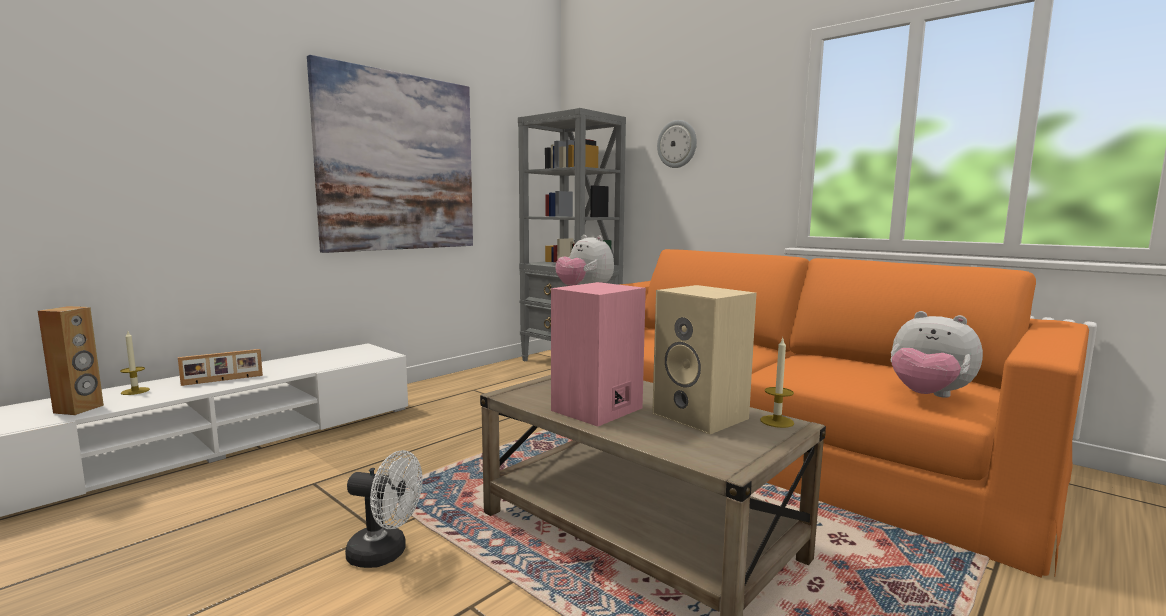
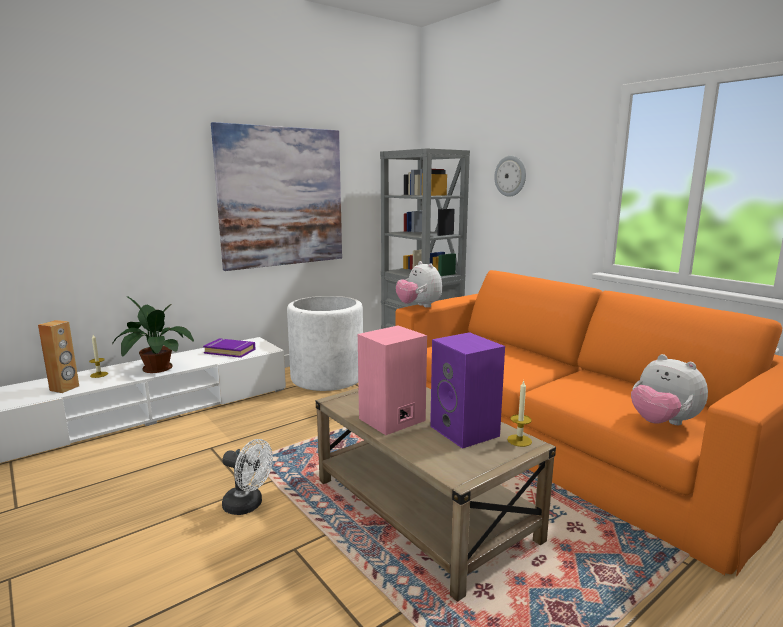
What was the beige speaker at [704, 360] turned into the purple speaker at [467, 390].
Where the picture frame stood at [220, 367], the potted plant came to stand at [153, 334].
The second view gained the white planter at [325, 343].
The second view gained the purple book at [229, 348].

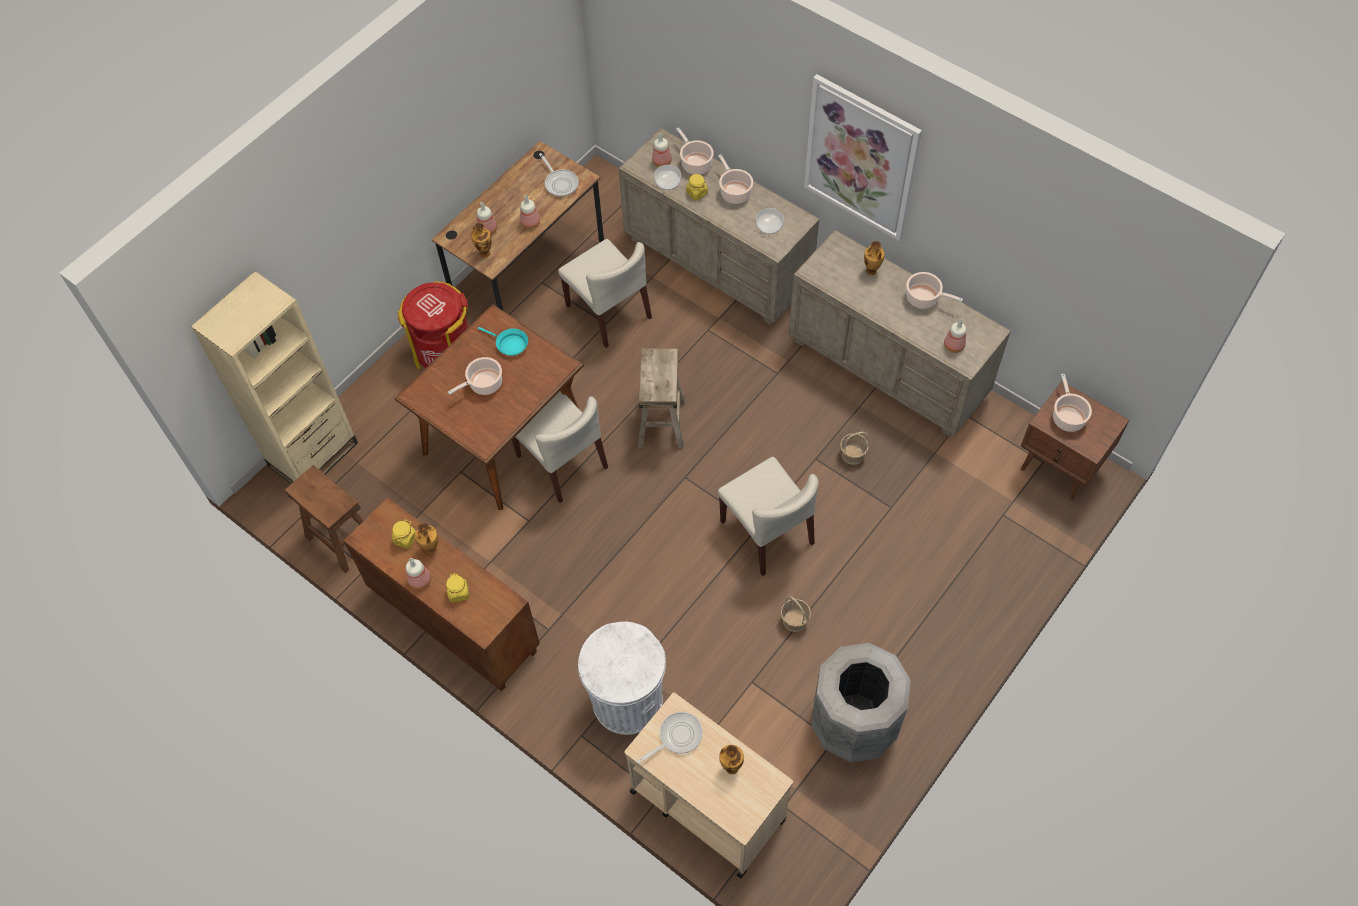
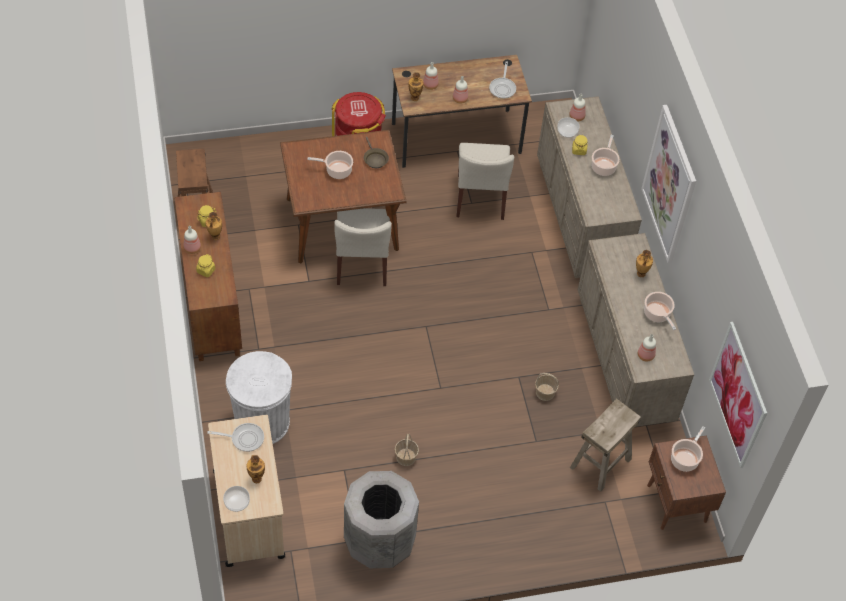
The second view lost the cooking pot at [695, 150].
The bowl ended up elsewhere, having gone from [770, 221] to [236, 499].
The second view lost the beige bookcase at [274, 377].
What was the turquoise frying pan at [503, 341] turned into the brown frying pan at [376, 152].
The beige stool ended up elsewhere, having gone from [661, 398] to [605, 445].
The second view lost the beige chair at [768, 516].
The second view gained the picture at [738, 395].

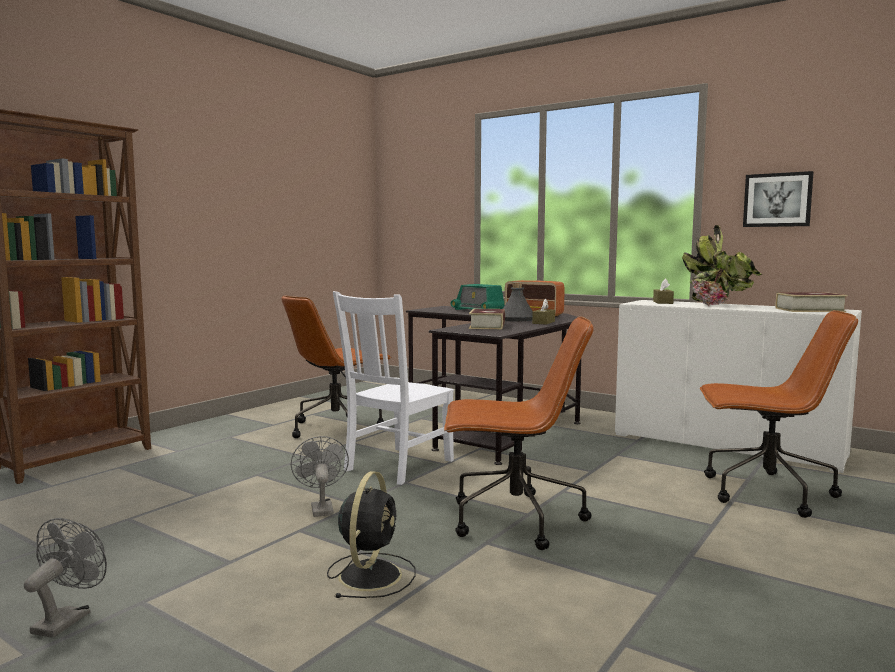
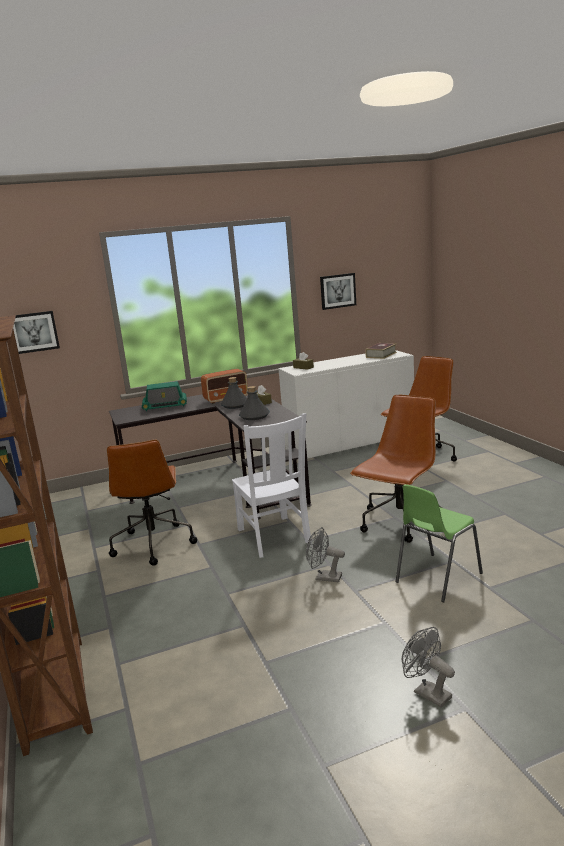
The second view lost the potted plant at [722, 265].
Where the book stood at [487, 319], the grey bottle came to stand at [254, 403].
Where the black fan stood at [371, 534], the green chair came to stand at [439, 543].
The second view gained the picture at [36, 332].

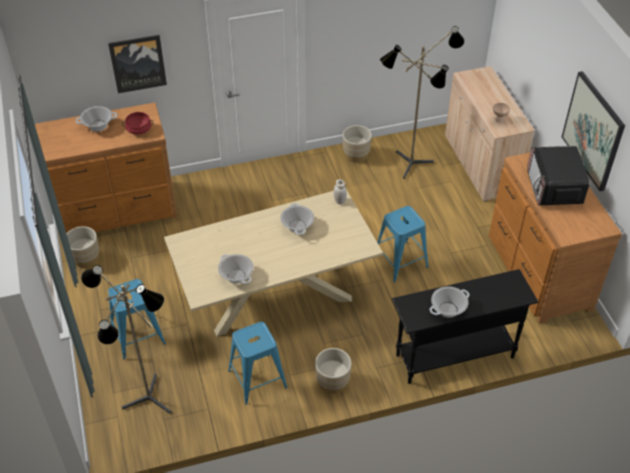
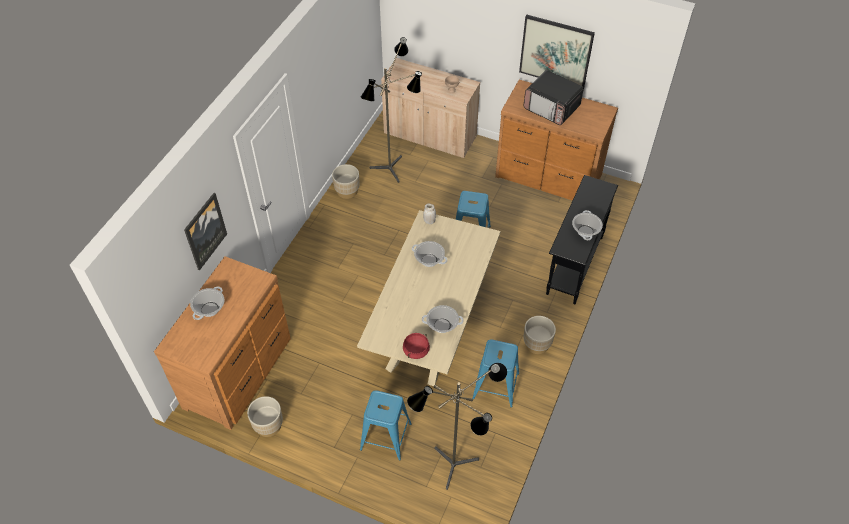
The red cooking pot ended up elsewhere, having gone from [137, 123] to [416, 346].

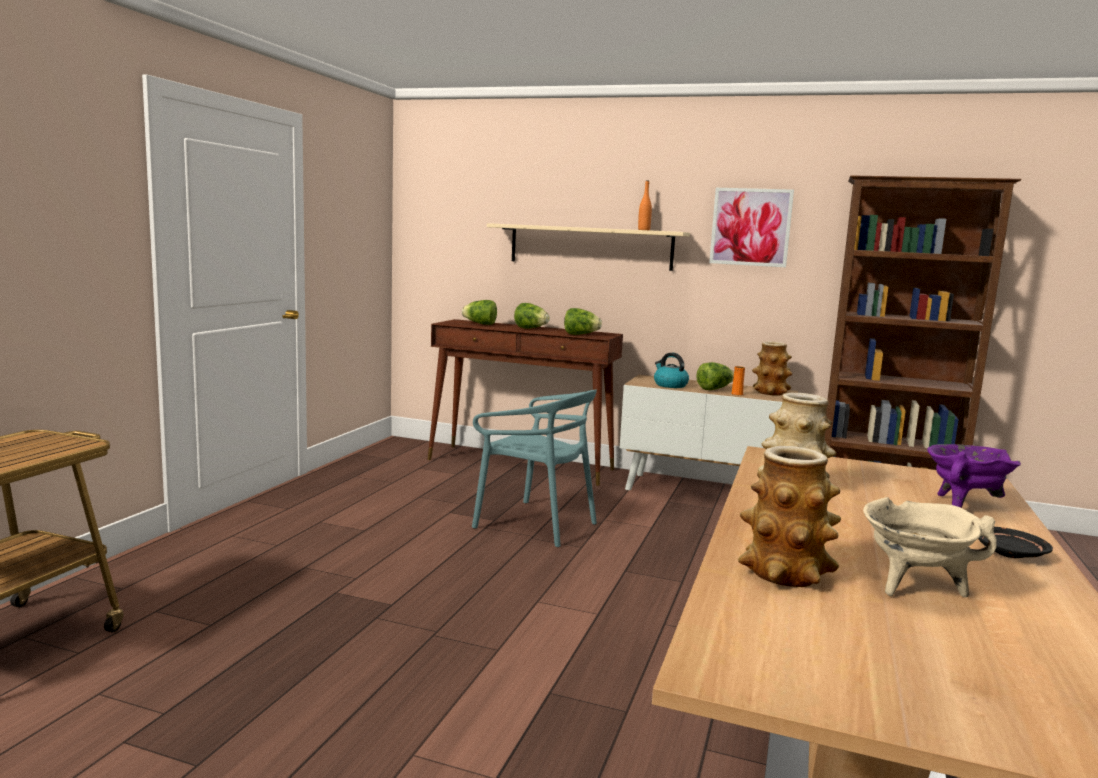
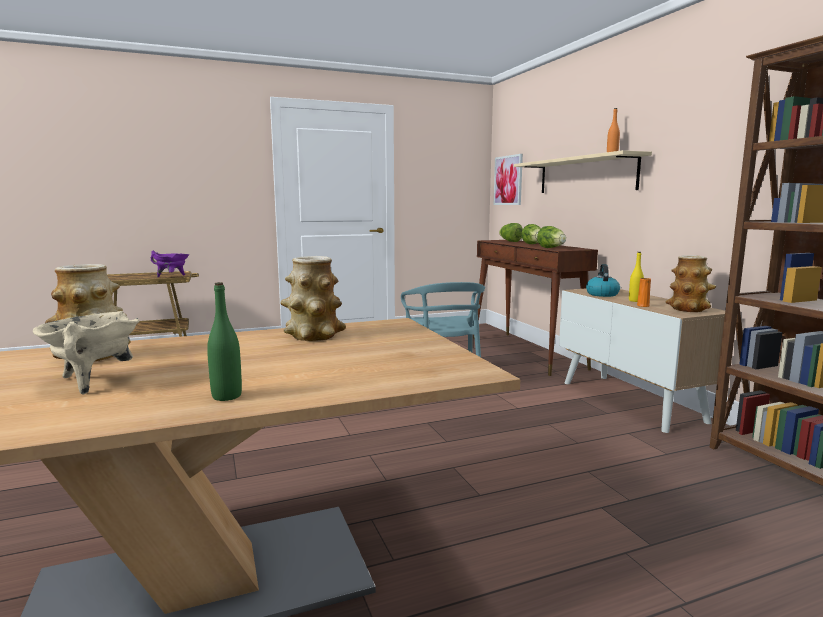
The picture ended up elsewhere, having gone from [751, 227] to [508, 179].
Where the lettuce stood at [715, 376], the yellow bottle came to stand at [636, 277].
The purple cooking pot ended up elsewhere, having gone from [974, 476] to [170, 264].
Where the black plate stood at [1015, 542], the green bottle came to stand at [224, 341].

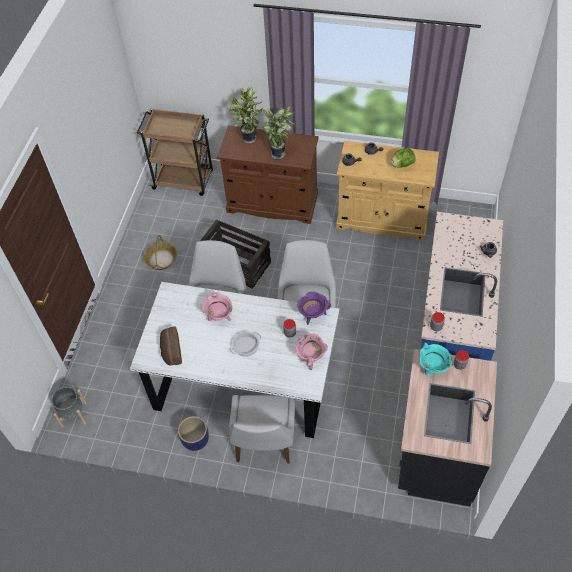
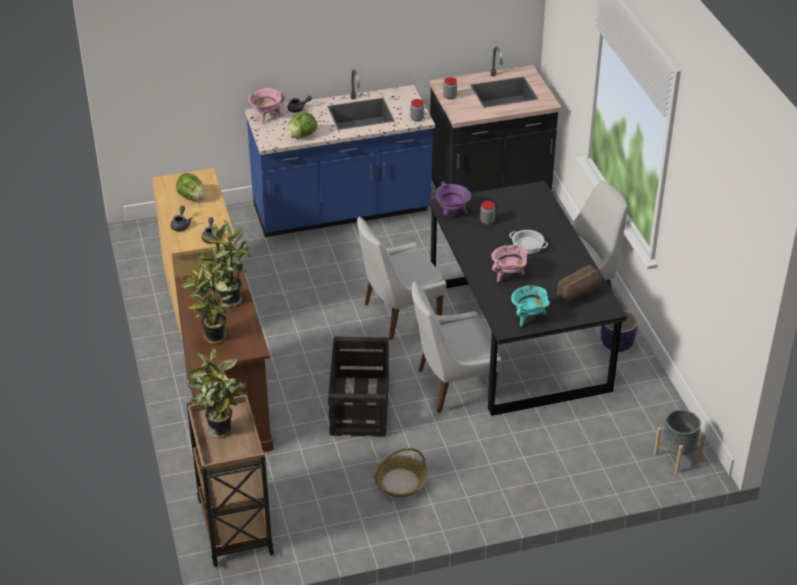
What was the white dining table at [234, 360] turned into the black dining table at [528, 298].
The pink cooking pot ended up elsewhere, having gone from [312, 351] to [266, 106].
The turquoise cooking pot ended up elsewhere, having gone from [435, 359] to [530, 306].
The second view gained the lettuce at [302, 125].
The second view gained the potted plant at [216, 393].

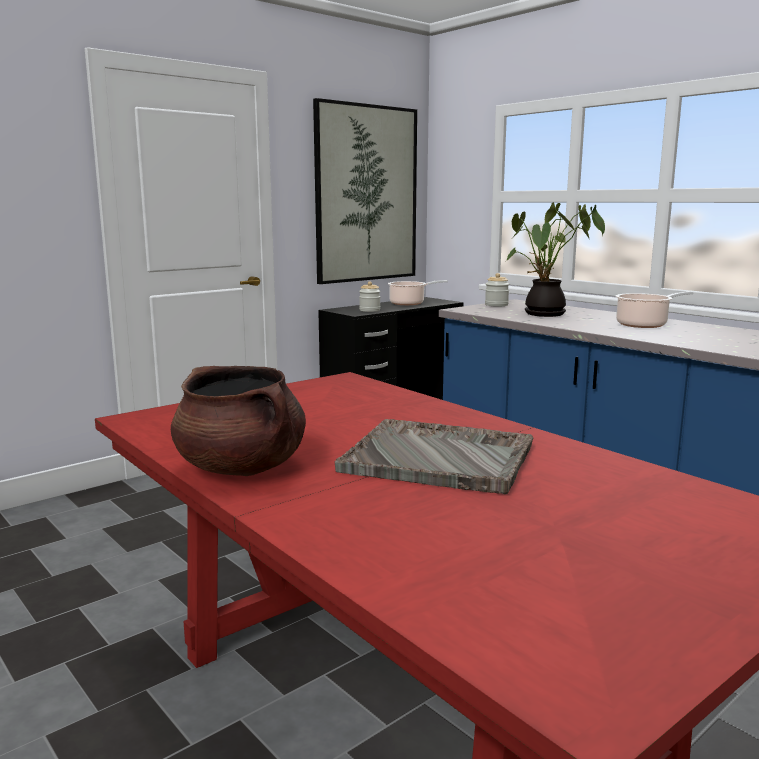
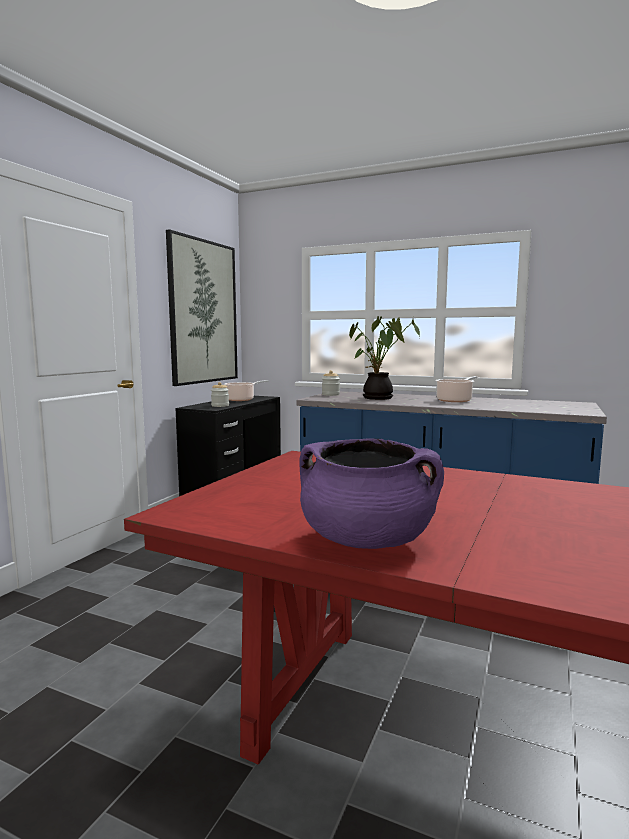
What was the brown cooking pot at [238, 421] turned into the purple cooking pot at [371, 493].
The second view lost the grey tray at [434, 456].

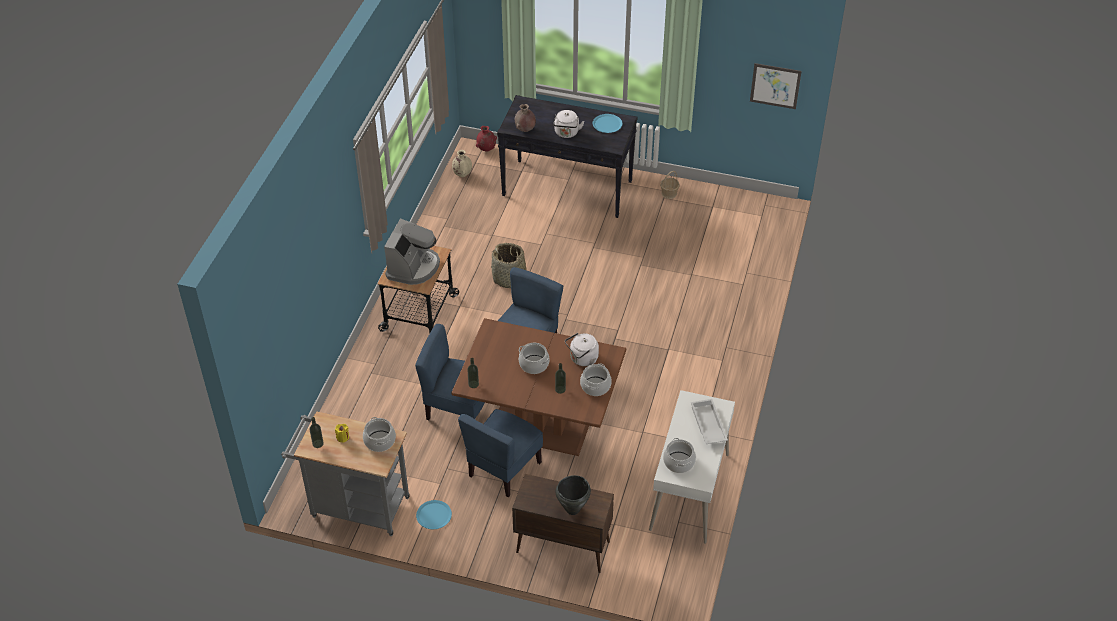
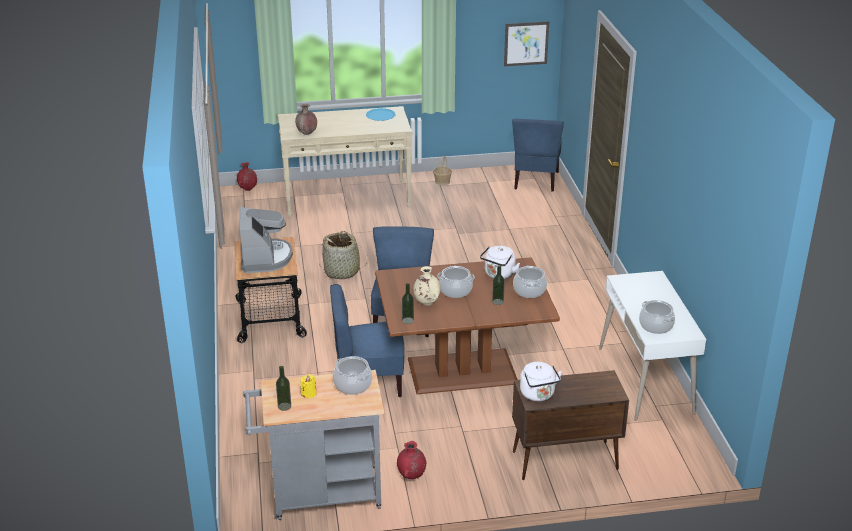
What was the black console table at [567, 156] turned into the beige console table at [345, 161].
The white kettle ended up elsewhere, having gone from [569, 124] to [541, 381].
The beige vase ended up elsewhere, having gone from [462, 163] to [427, 286].
The second view lost the white tray at [709, 421].
The blue chair ended up elsewhere, having gone from [500, 453] to [538, 155].
The second view lost the black cooking pot at [573, 495].
Where the blue plate stood at [434, 514], the red vase came to stand at [411, 460].

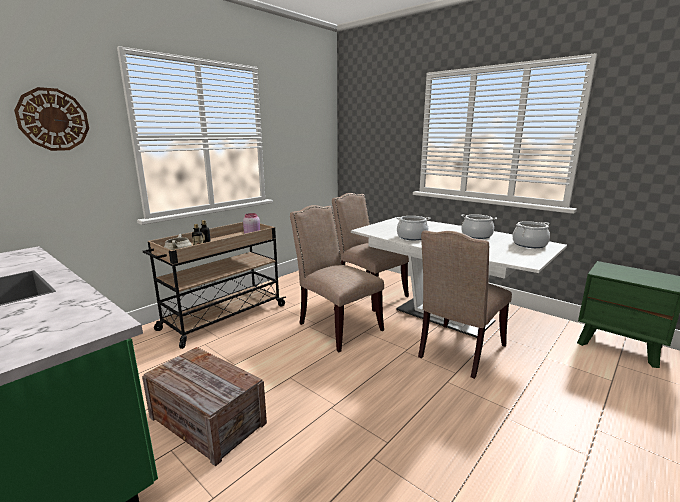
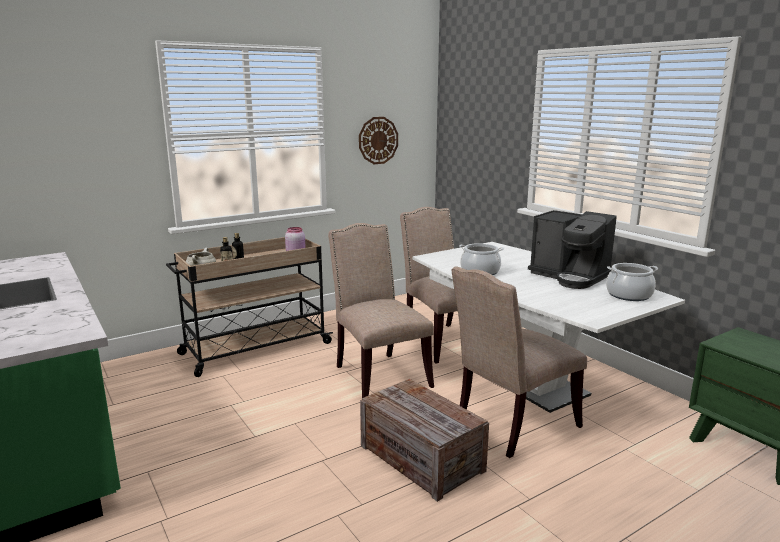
The wall clock ended up elsewhere, having gone from [51, 119] to [378, 140].
Where the cooking pot stood at [479, 227], the coffee machine came to stand at [572, 249].
The crate ended up elsewhere, having gone from [204, 406] to [424, 440].

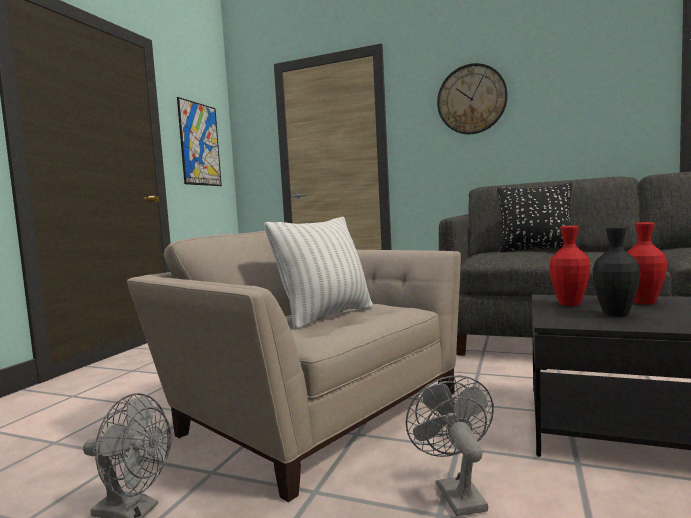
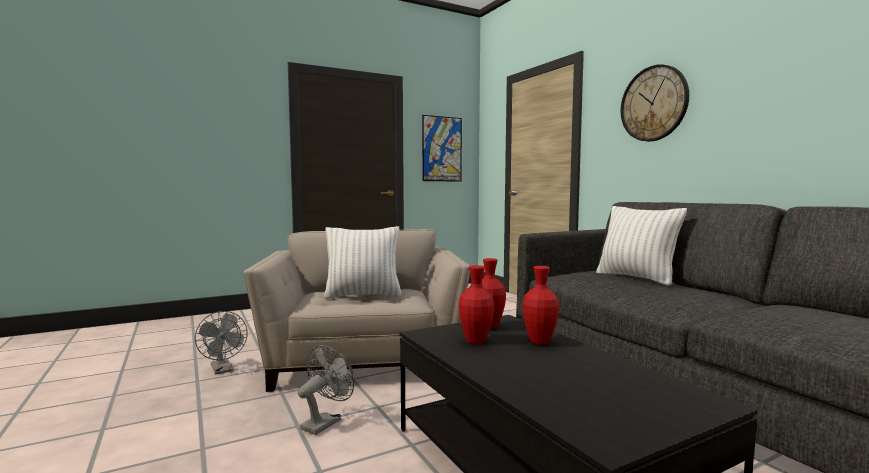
What was the black pillow at [538, 217] turned into the white pillow at [641, 246].
What was the black vase at [616, 271] turned into the red vase at [476, 304].

